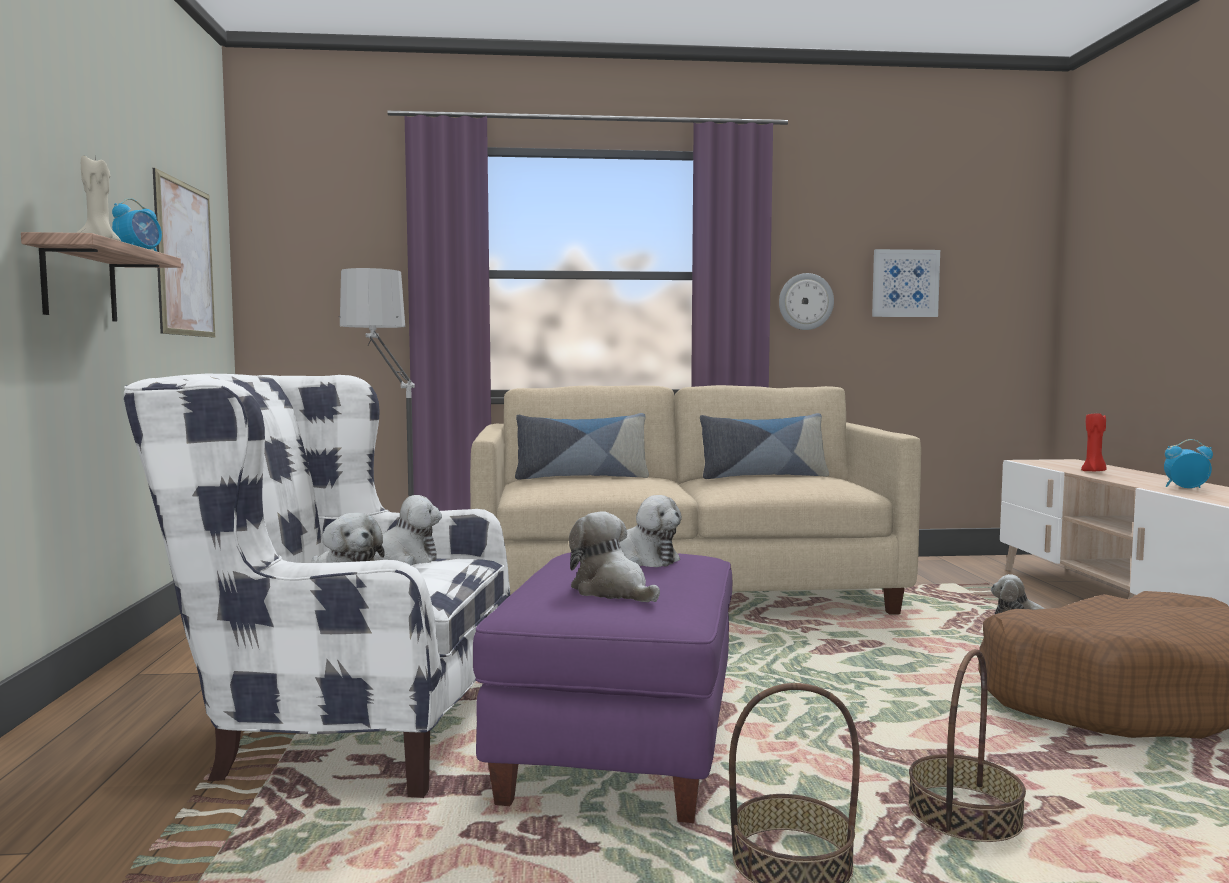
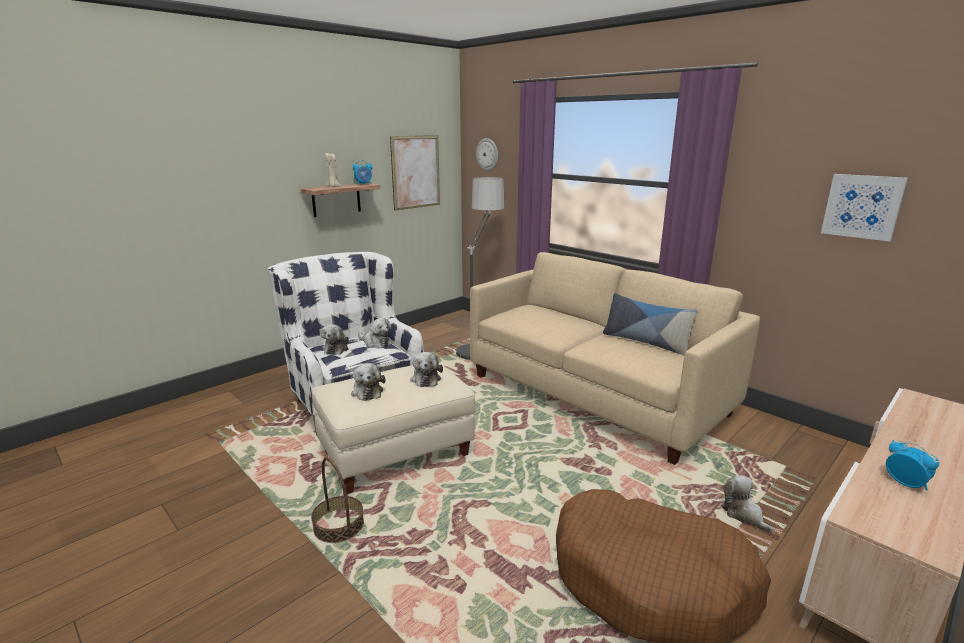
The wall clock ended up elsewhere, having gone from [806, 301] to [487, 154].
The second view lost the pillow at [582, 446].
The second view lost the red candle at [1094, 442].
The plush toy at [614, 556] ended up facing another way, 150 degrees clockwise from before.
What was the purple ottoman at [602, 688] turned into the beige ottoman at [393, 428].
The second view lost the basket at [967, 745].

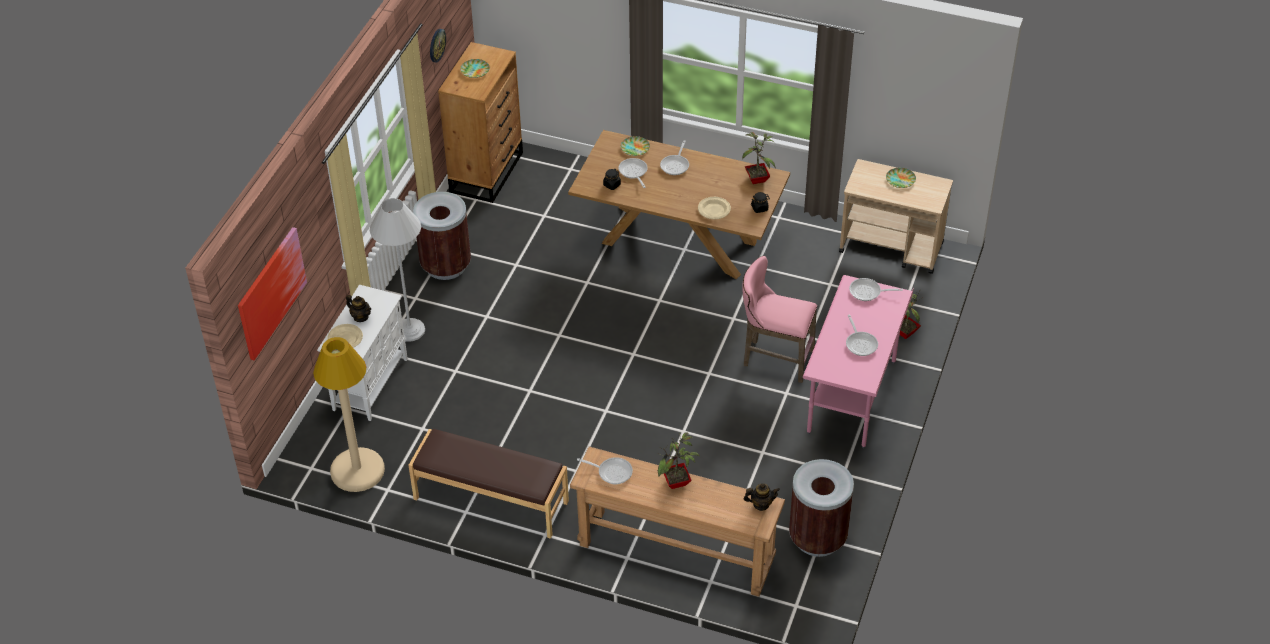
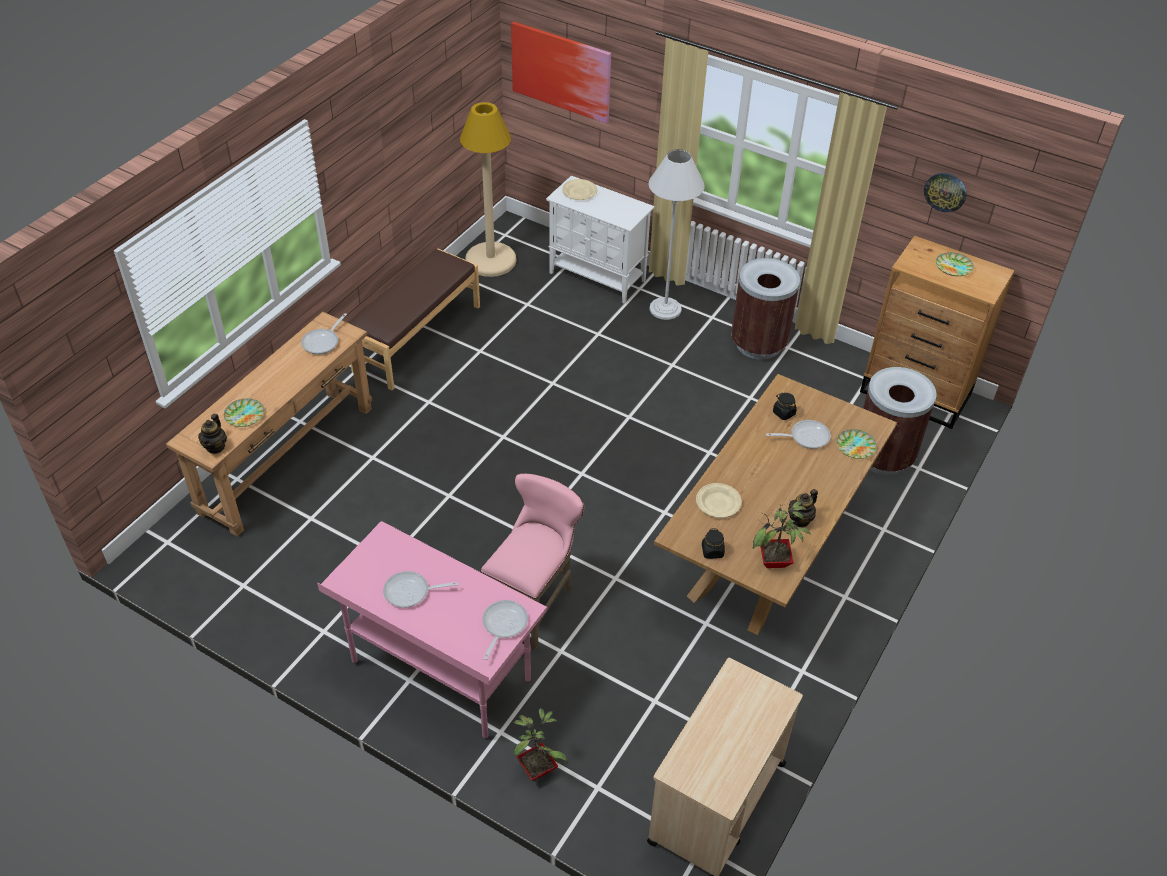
The second view lost the frying pan at [674, 157].
The plate ended up elsewhere, having gone from [901, 178] to [244, 412].
The teapot ended up elsewhere, having gone from [358, 308] to [803, 508].
The second view lost the potted plant at [679, 460].
The brown trash can ended up elsewhere, having gone from [821, 508] to [900, 421].

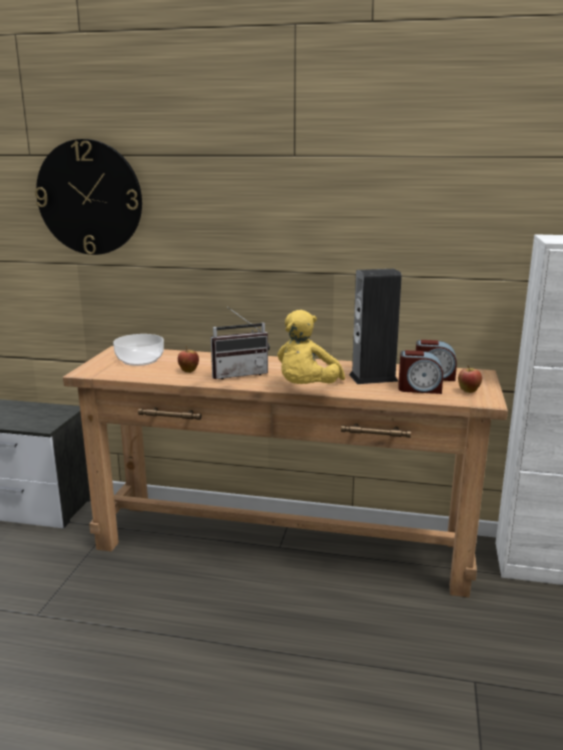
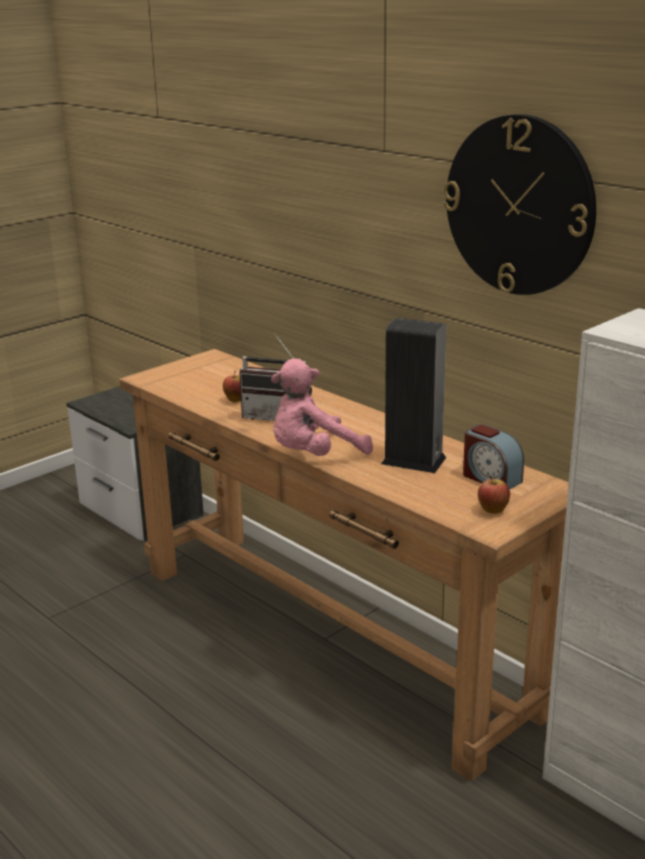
The wall clock ended up elsewhere, having gone from [88, 197] to [519, 204].
What was the yellow plush toy at [311, 347] turned into the pink plush toy at [322, 407].
The second view lost the bowl at [138, 350].
The second view lost the alarm clock at [420, 372].

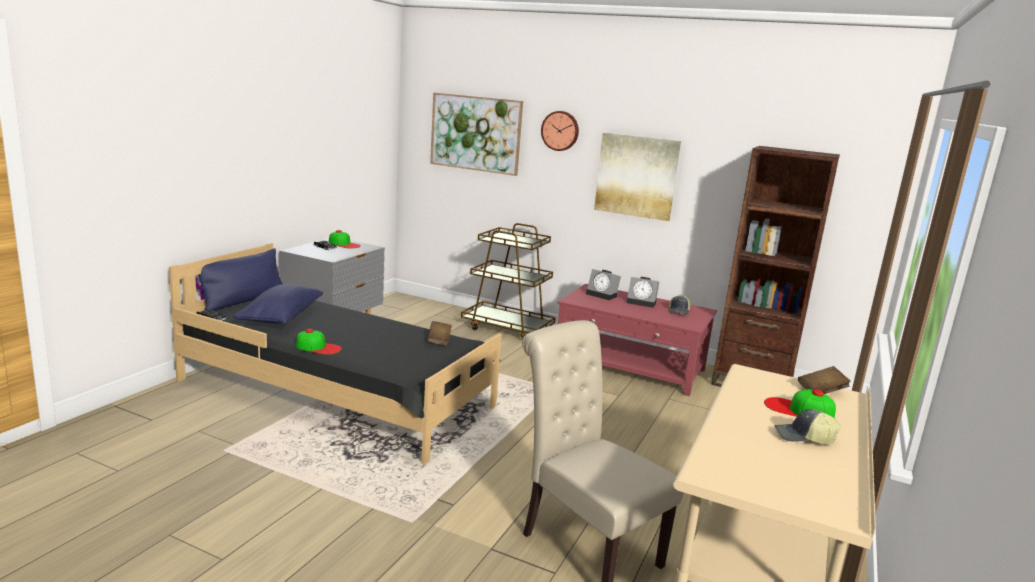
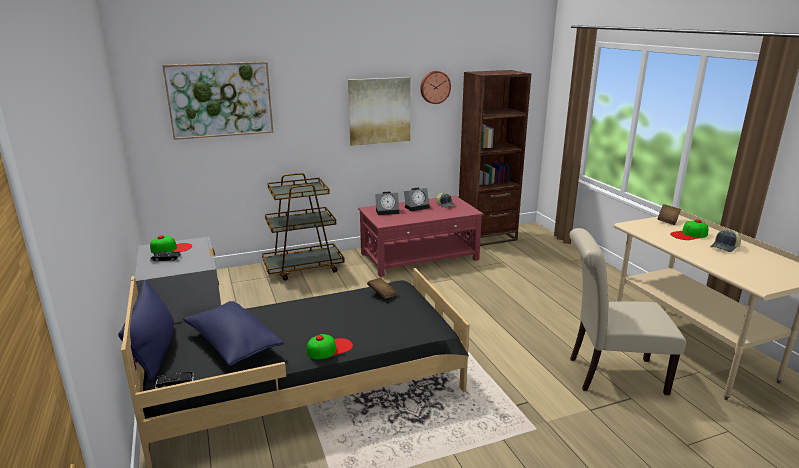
The wall clock ended up elsewhere, having gone from [560, 131] to [435, 87].

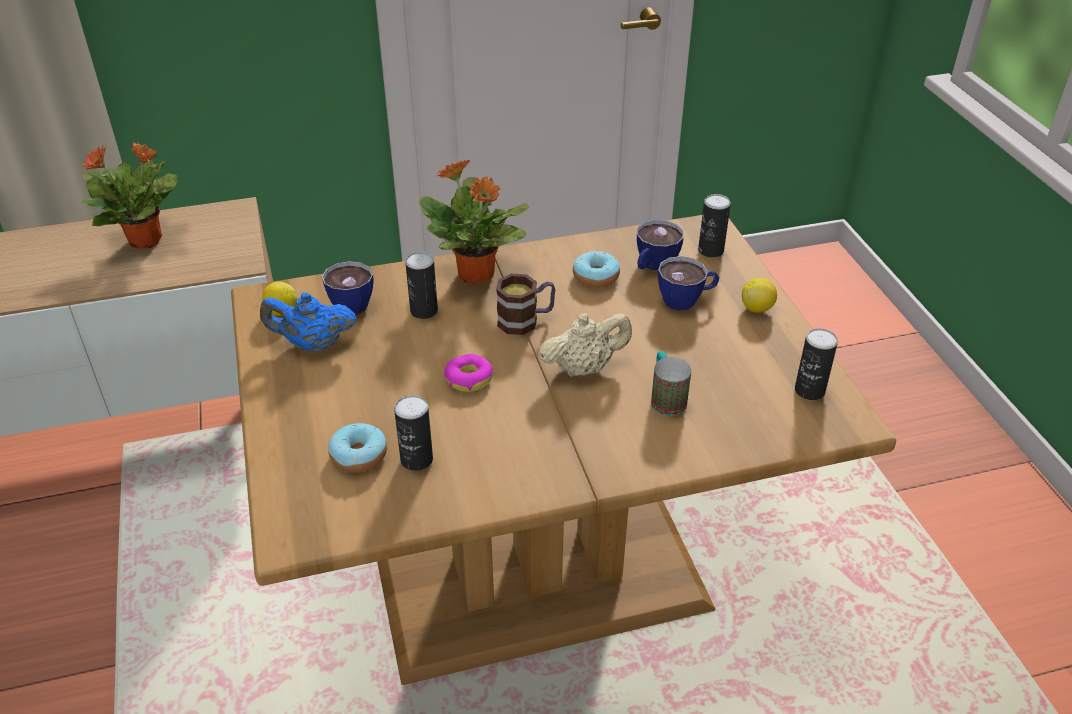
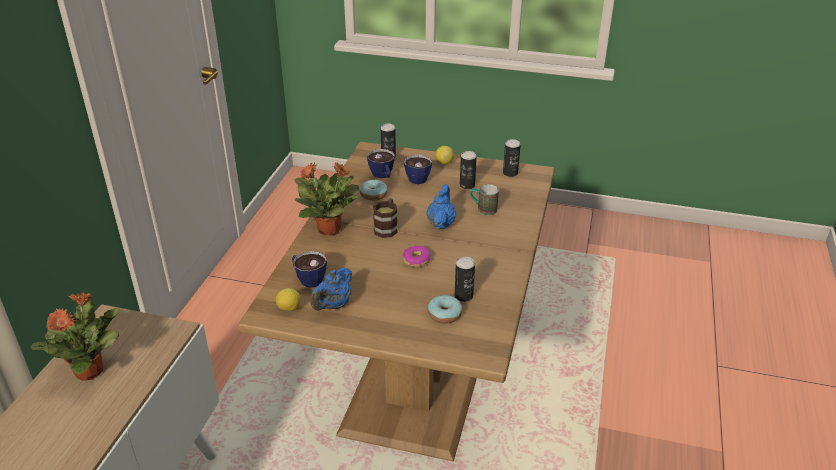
The can ended up elsewhere, having gone from [421, 285] to [468, 170].
What was the beige teapot at [585, 345] turned into the blue teapot at [441, 206].

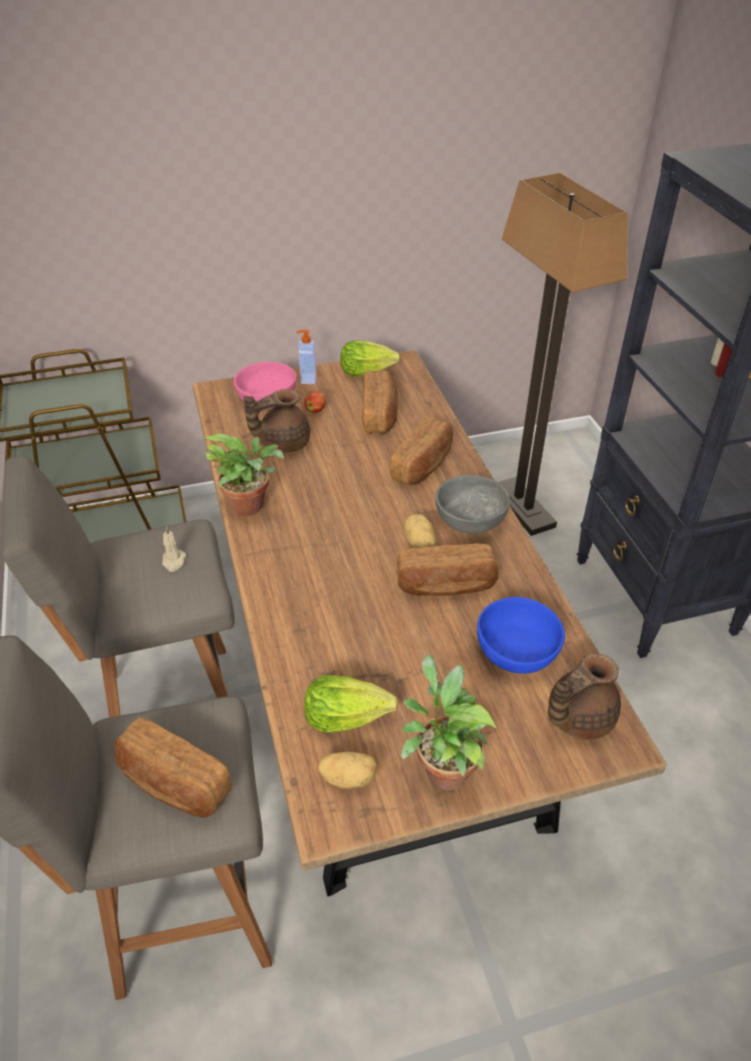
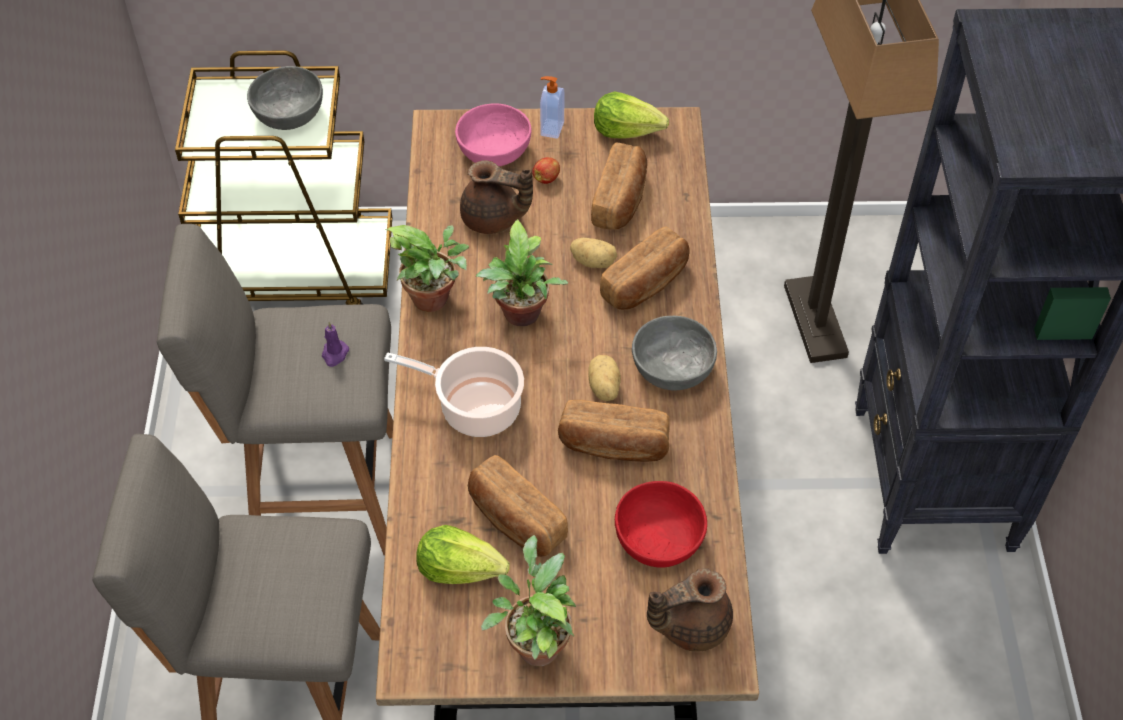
The brown teapot at [277, 421] ended up facing another way, 150 degrees counterclockwise from before.
What was the beige candle at [174, 549] turned into the purple candle at [335, 344].
What was the blue bowl at [521, 635] turned into the red bowl at [661, 524].
The bread ended up elsewhere, having gone from [173, 767] to [518, 506].
The potato ended up elsewhere, having gone from [348, 770] to [593, 253].
The second view gained the grey bowl at [285, 98].
The second view gained the potted plant at [522, 272].
The second view gained the cooking pot at [454, 392].

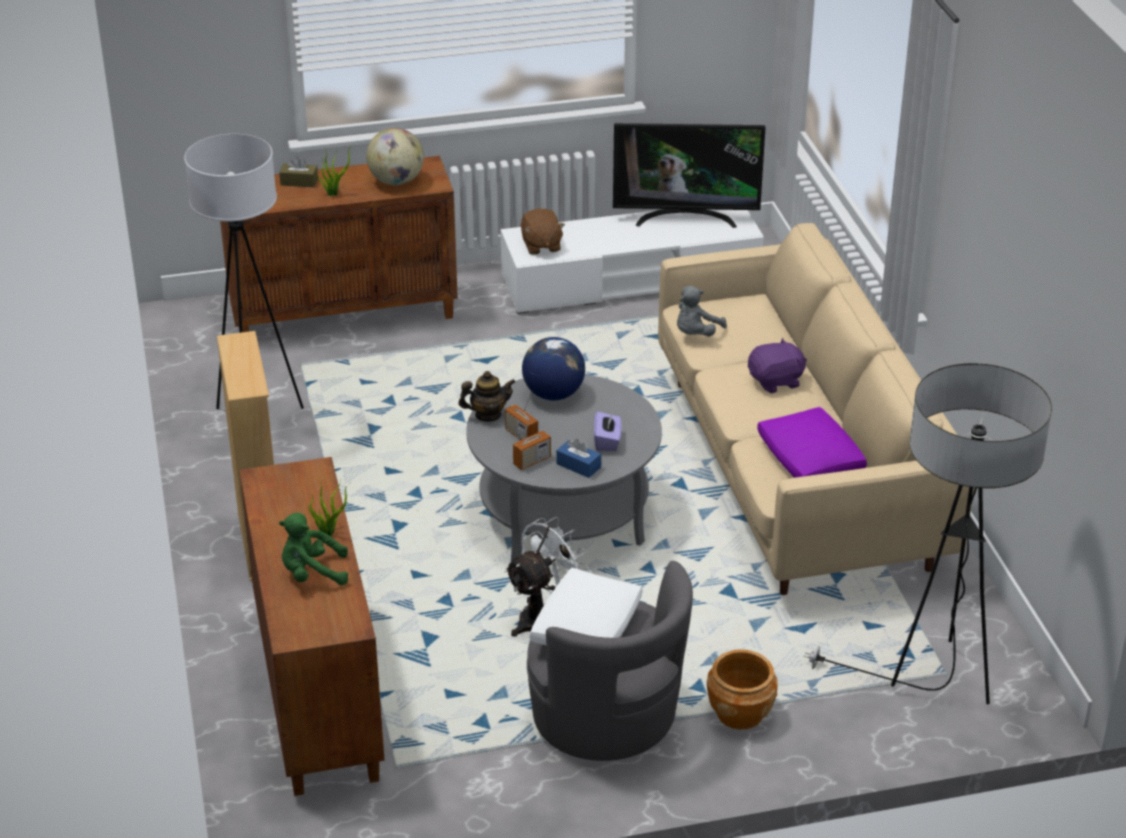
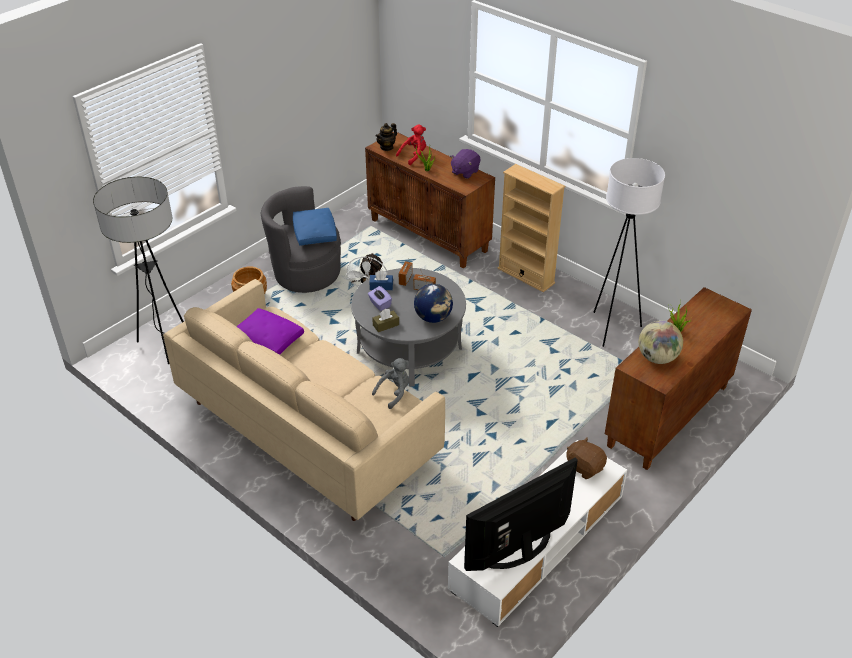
The brown tissue box ended up elsewhere, having gone from [298, 171] to [385, 320].
The grey plush toy at [702, 311] ended up facing another way, 45 degrees clockwise from before.
The purple plush toy ended up elsewhere, having gone from [777, 365] to [465, 164].
The teapot ended up elsewhere, having gone from [487, 396] to [386, 137].
What was the green plush toy at [313, 549] turned into the red plush toy at [411, 144].
What was the white pillow at [586, 606] turned into the blue pillow at [315, 227].

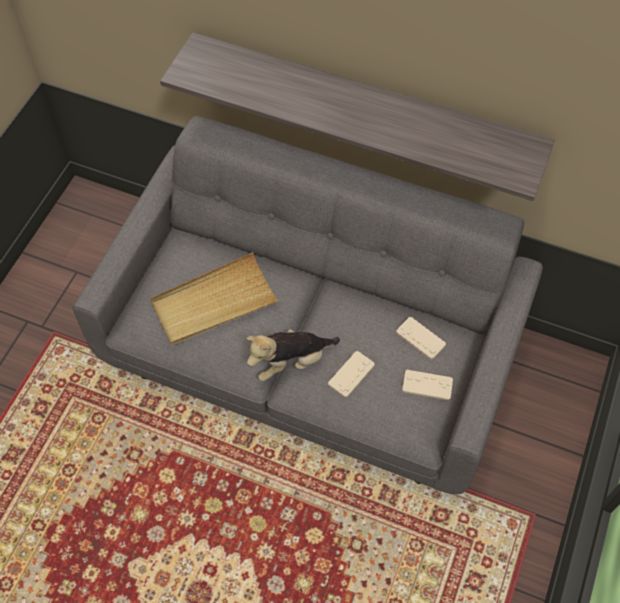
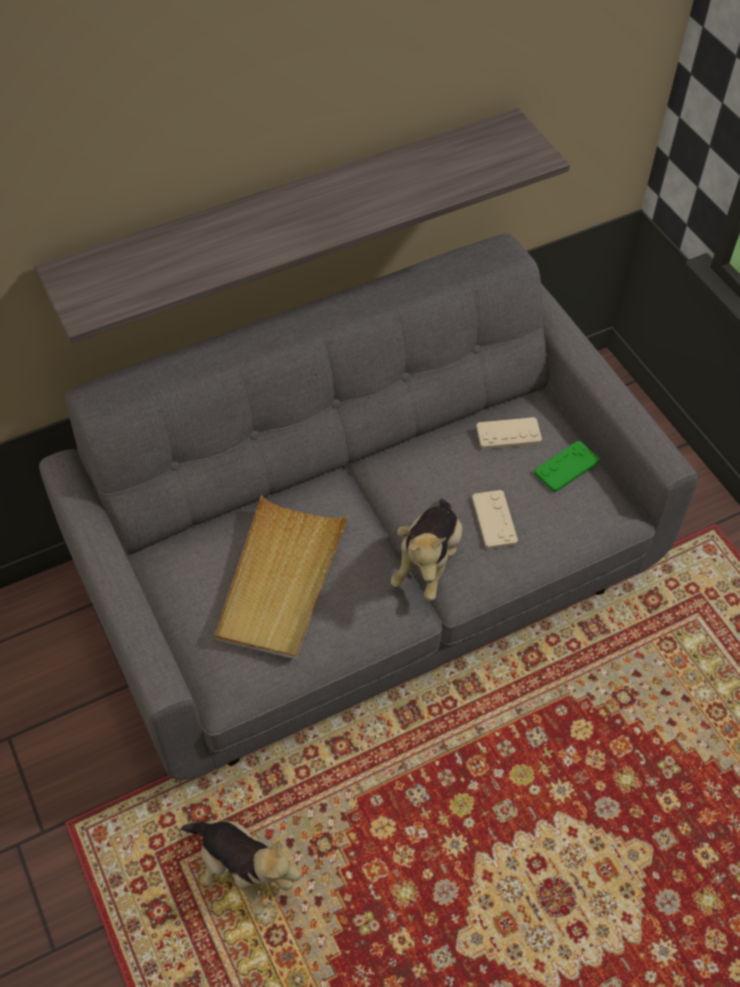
What was the beige game controller at [427, 385] turned into the green game controller at [567, 466].
The second view gained the plush toy at [241, 868].

